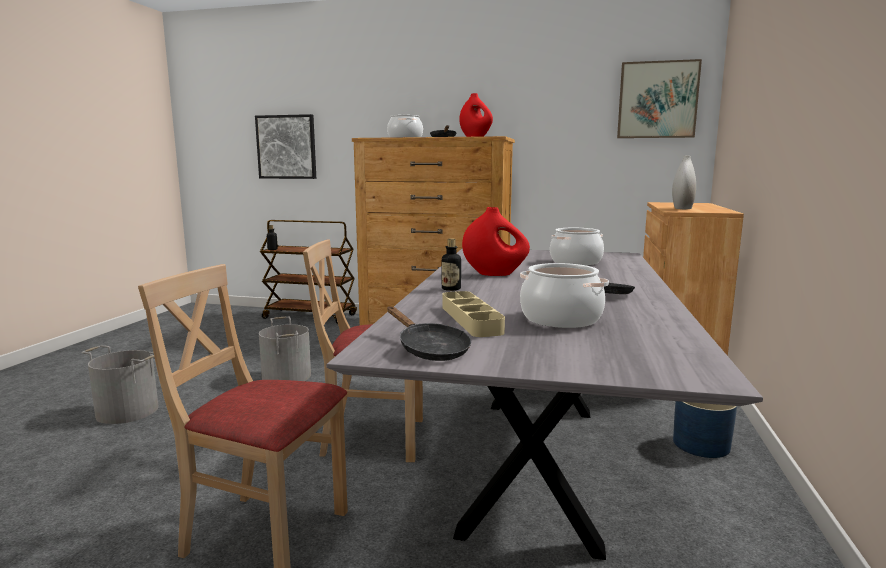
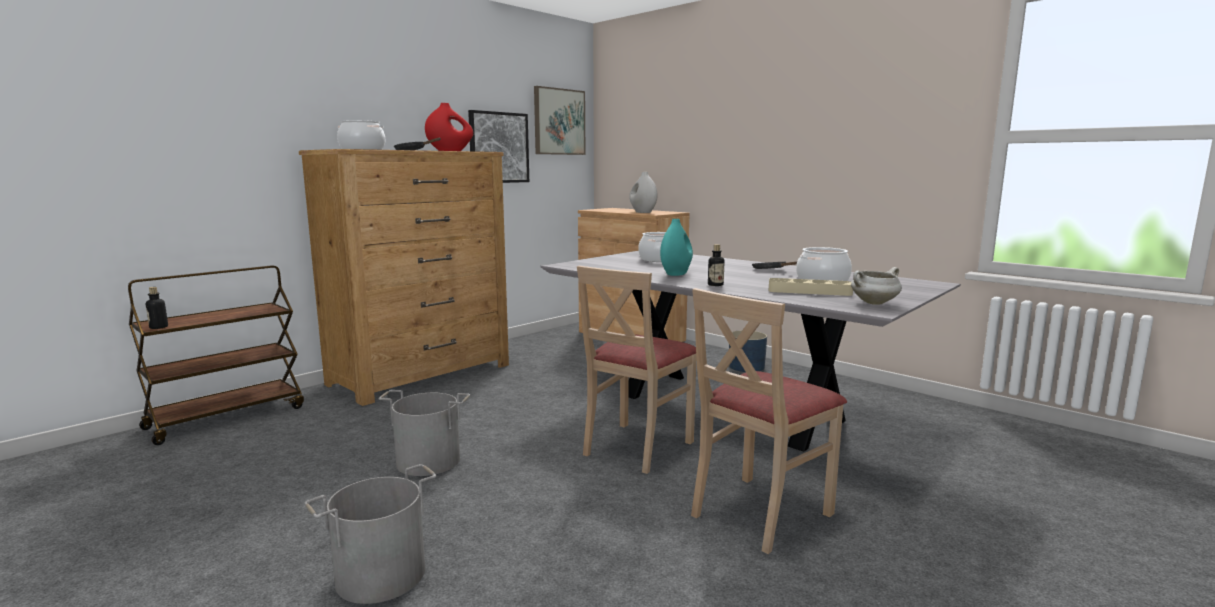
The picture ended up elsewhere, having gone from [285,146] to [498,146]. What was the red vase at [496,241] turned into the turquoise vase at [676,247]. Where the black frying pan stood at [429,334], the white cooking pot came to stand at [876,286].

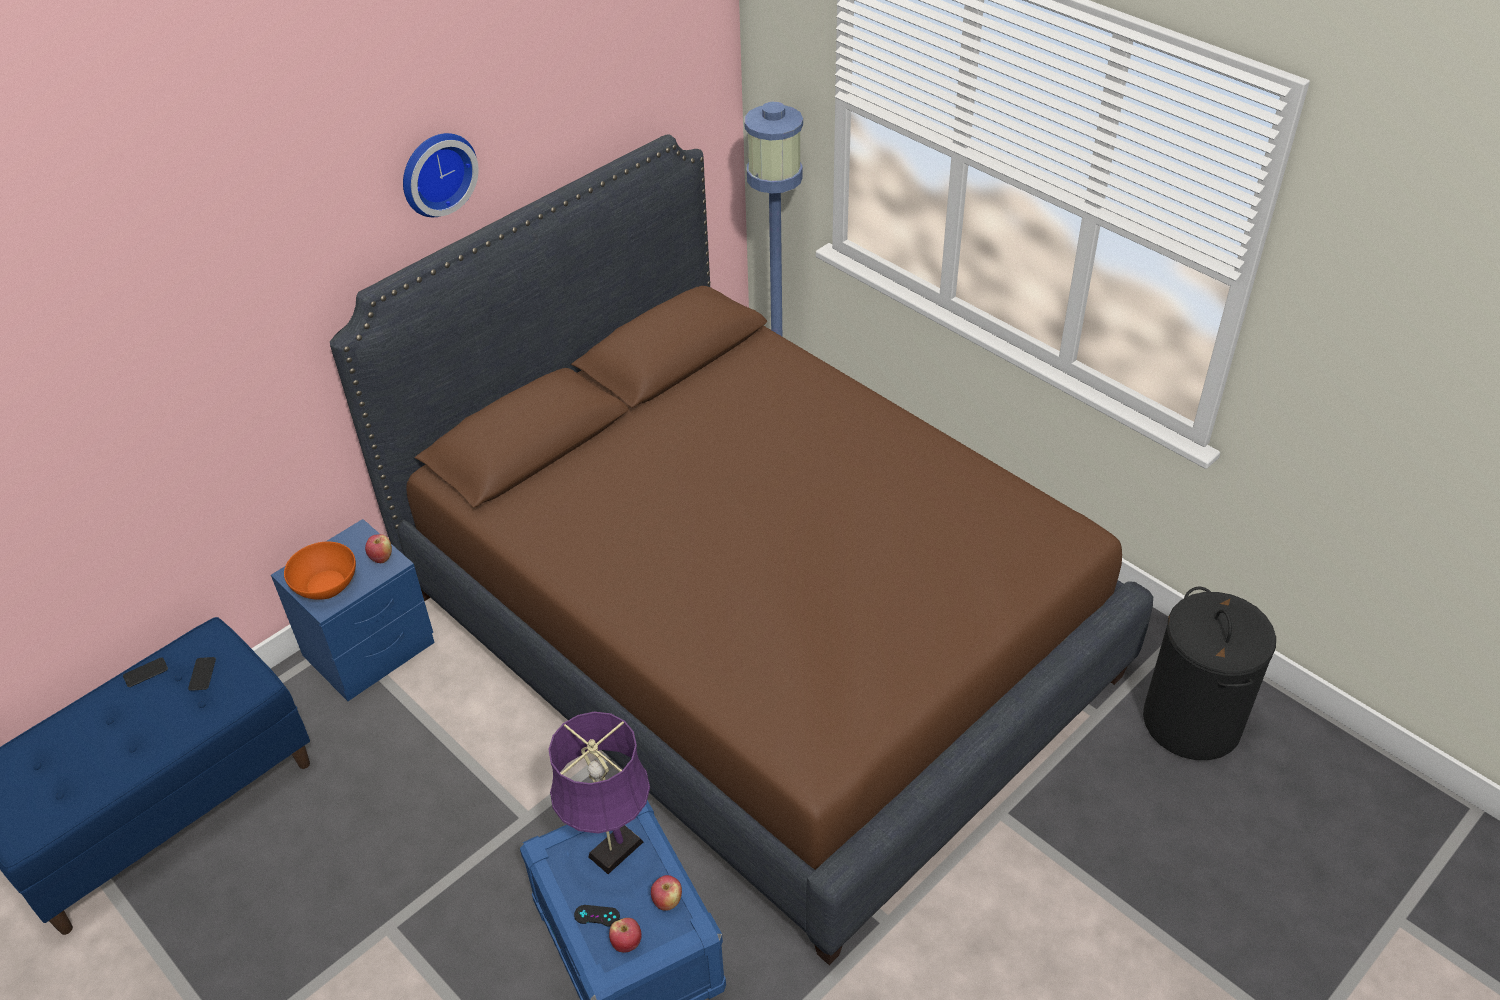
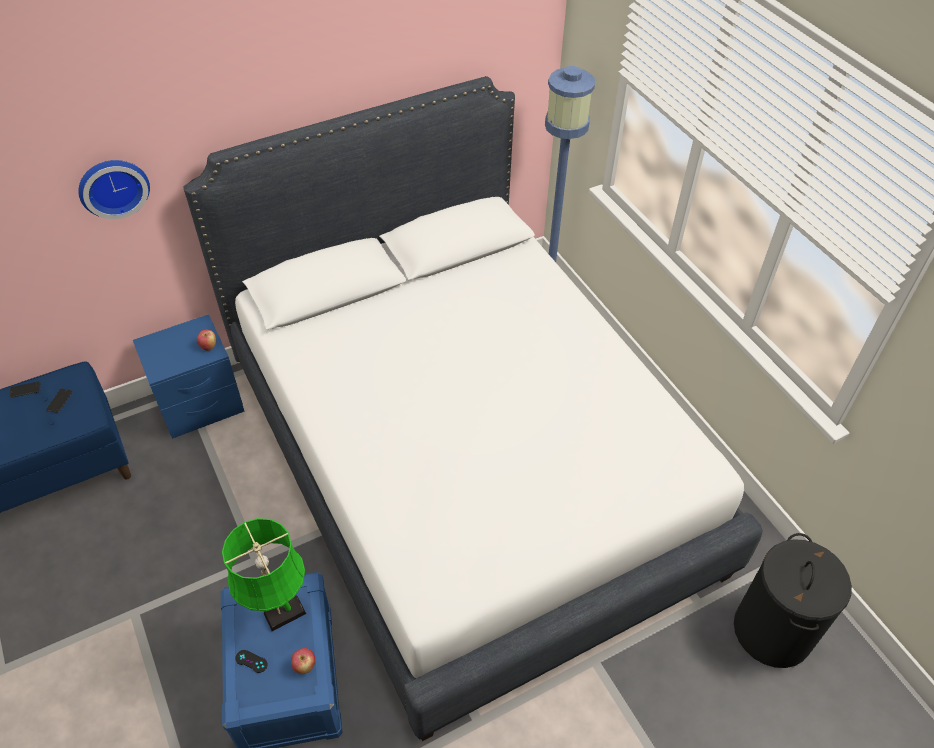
The wall clock ended up elsewhere, having gone from [441,175] to [114,189]. What was the brown bed at [741,549] turned into the white bed at [473,408]. The second view lost the orange bowl at [320,571]. What was the purple table lamp at [599,793] turned into the green table lamp at [264,574]. The second view lost the apple at [625,935].

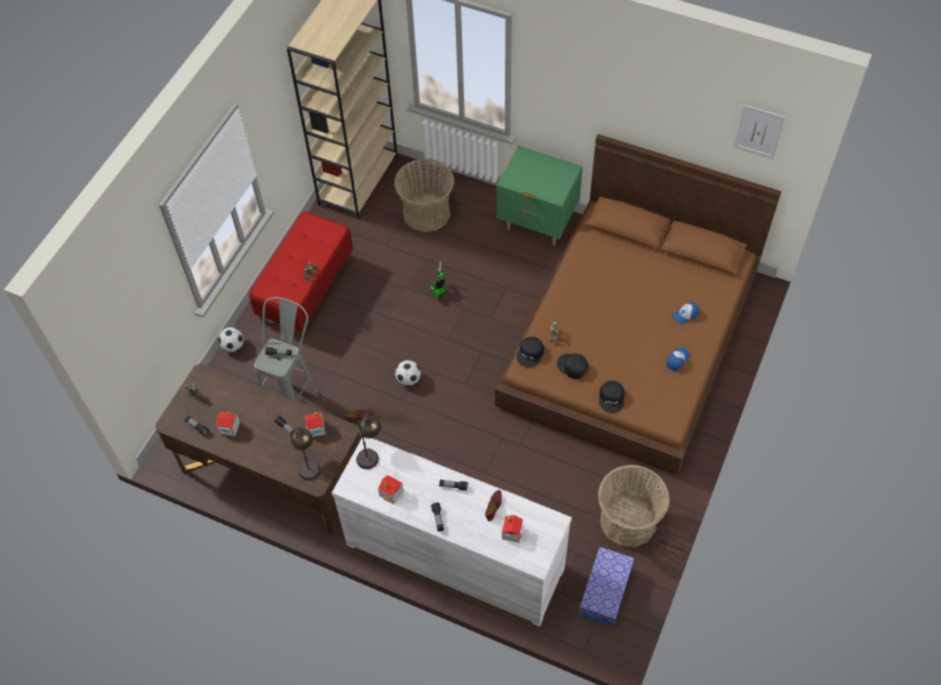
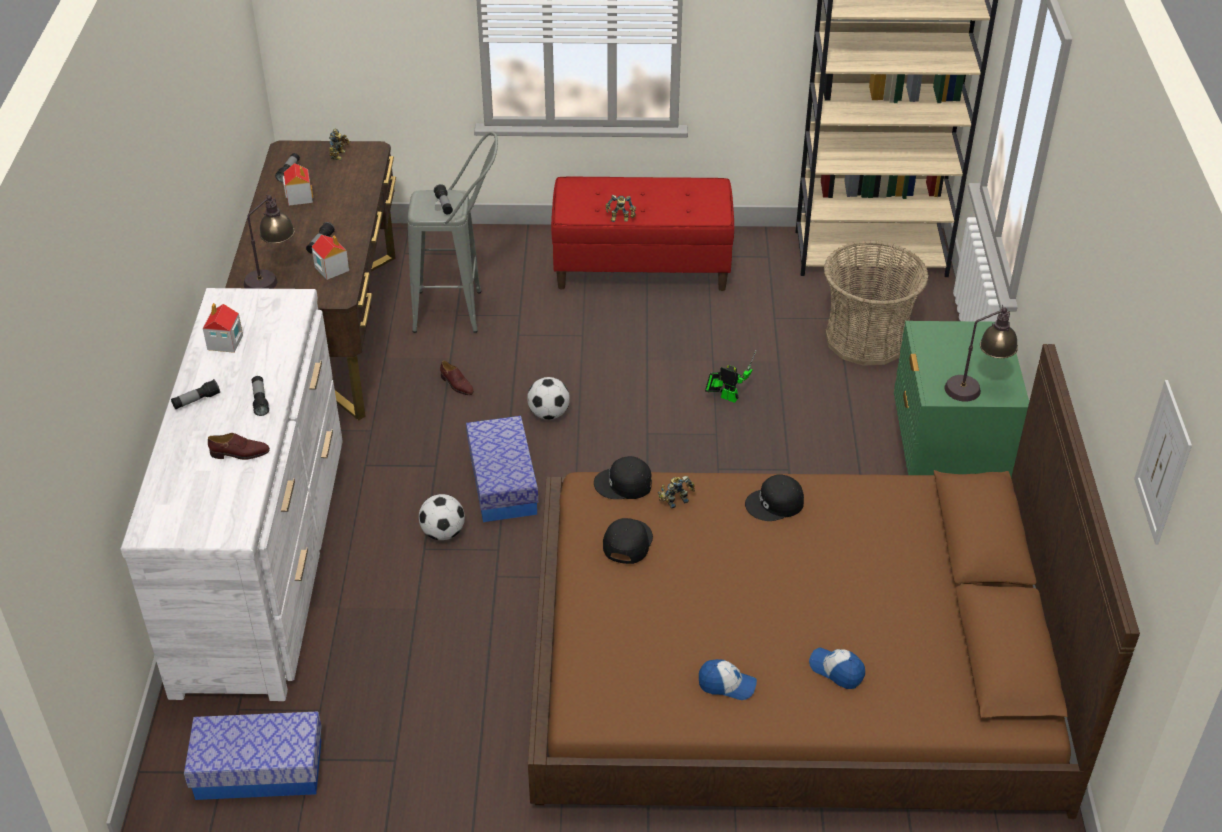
The football ended up elsewhere, having gone from [231,339] to [442,517]. The black cap ended up elsewhere, having gone from [612,397] to [774,497]. The table lamp ended up elsewhere, having gone from [369,440] to [981,353]. The second view lost the basket at [634,506]. The second view lost the toy house at [512,529]. The second view gained the storage box at [502,469].

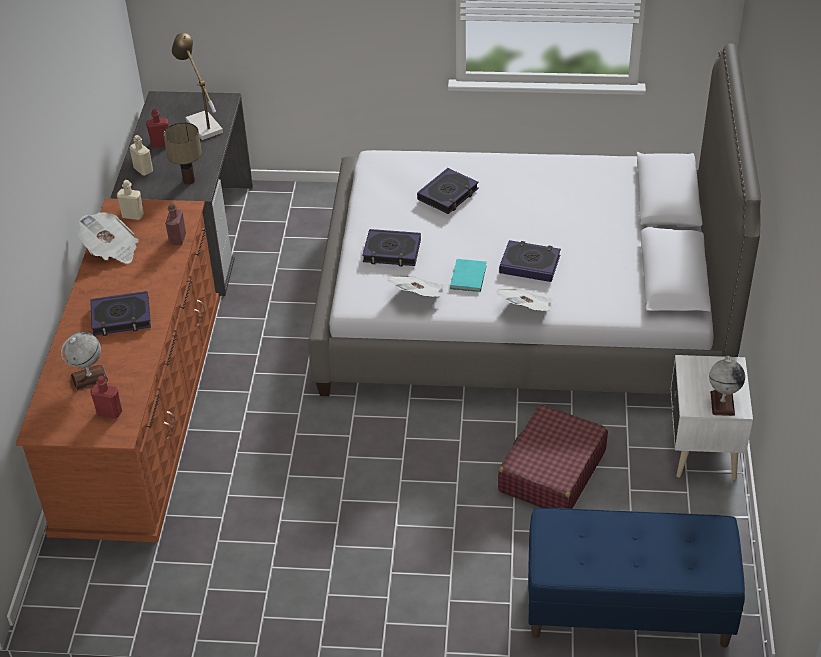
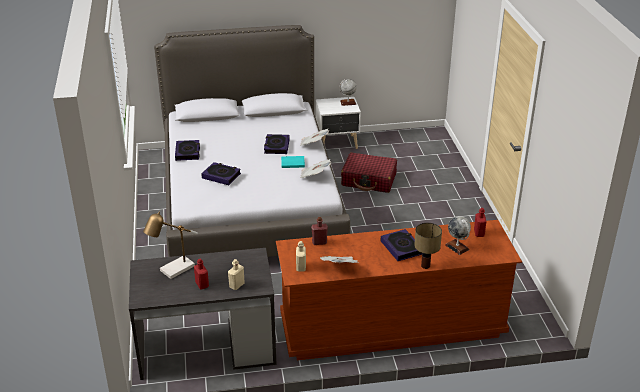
The table lamp ended up elsewhere, having gone from [182,153] to [428,246]. The book ended up elsewhere, having gone from [391,248] to [187,150]. The second view lost the blue bench at [636,578].

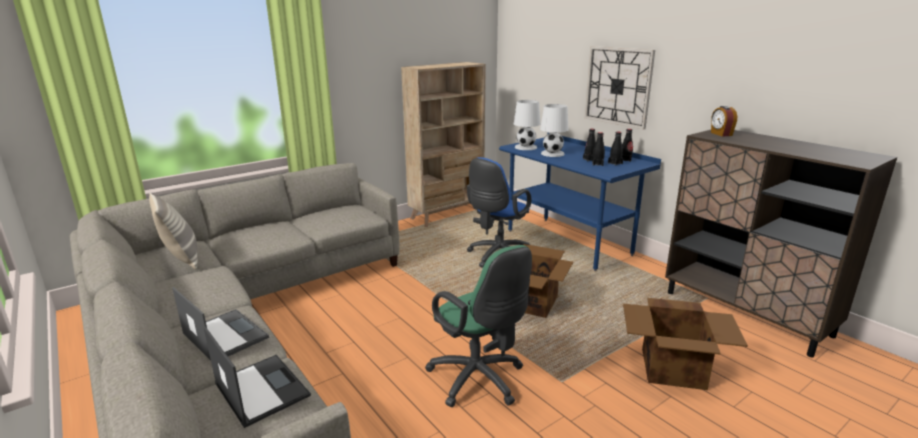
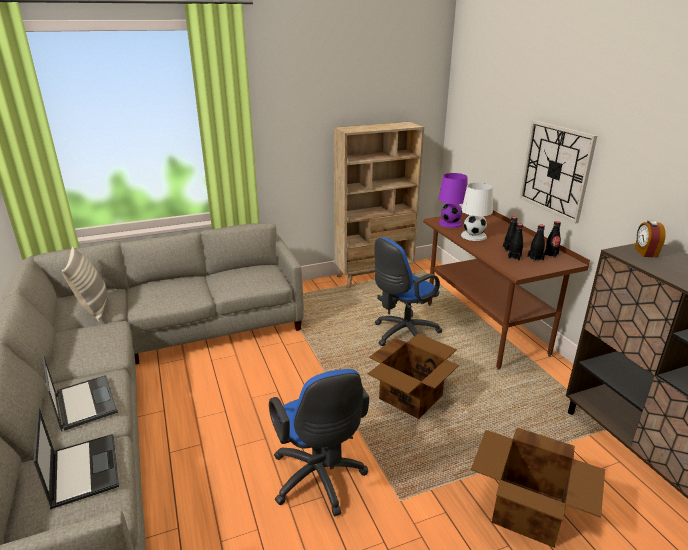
What was the white table lamp at [527,125] turned into the purple table lamp at [453,200]. What was the blue desk at [580,202] turned into the brown desk at [506,290]. What was the green office chair at [478,326] turned into the blue office chair at [319,442].

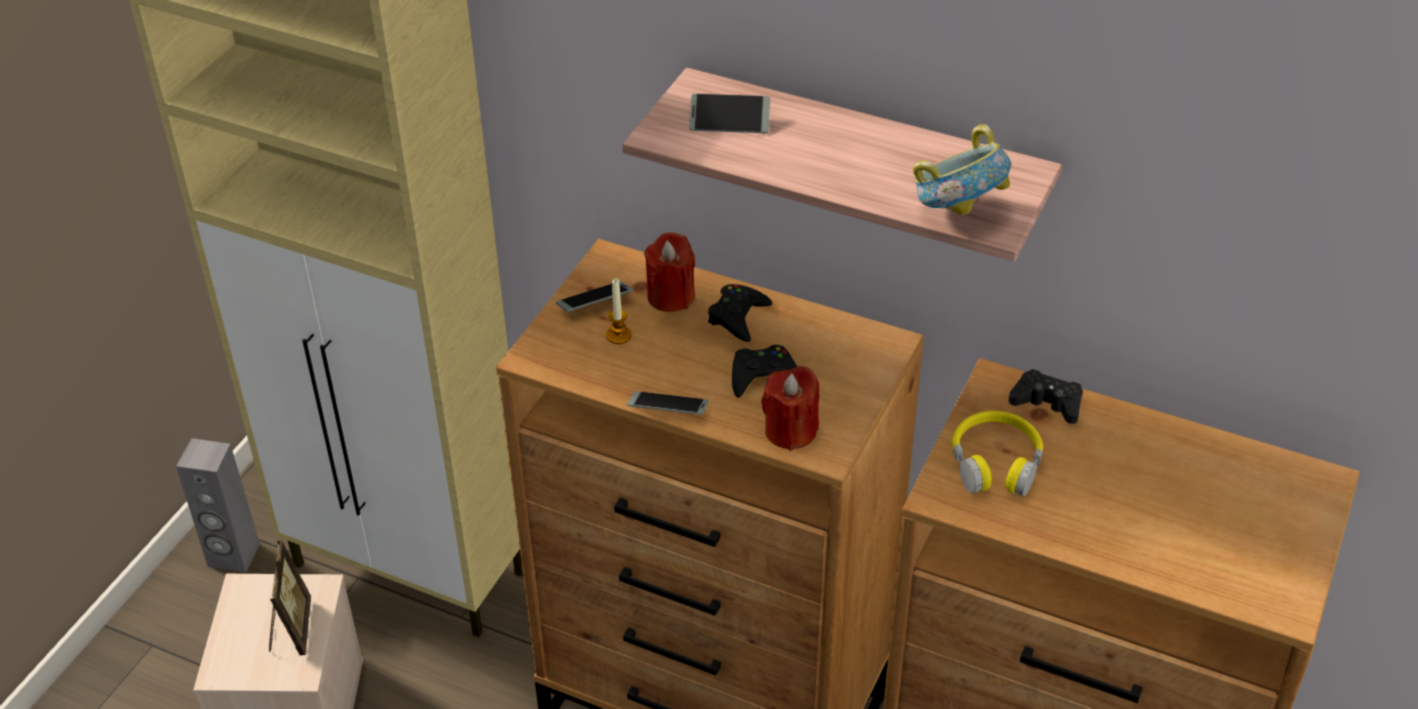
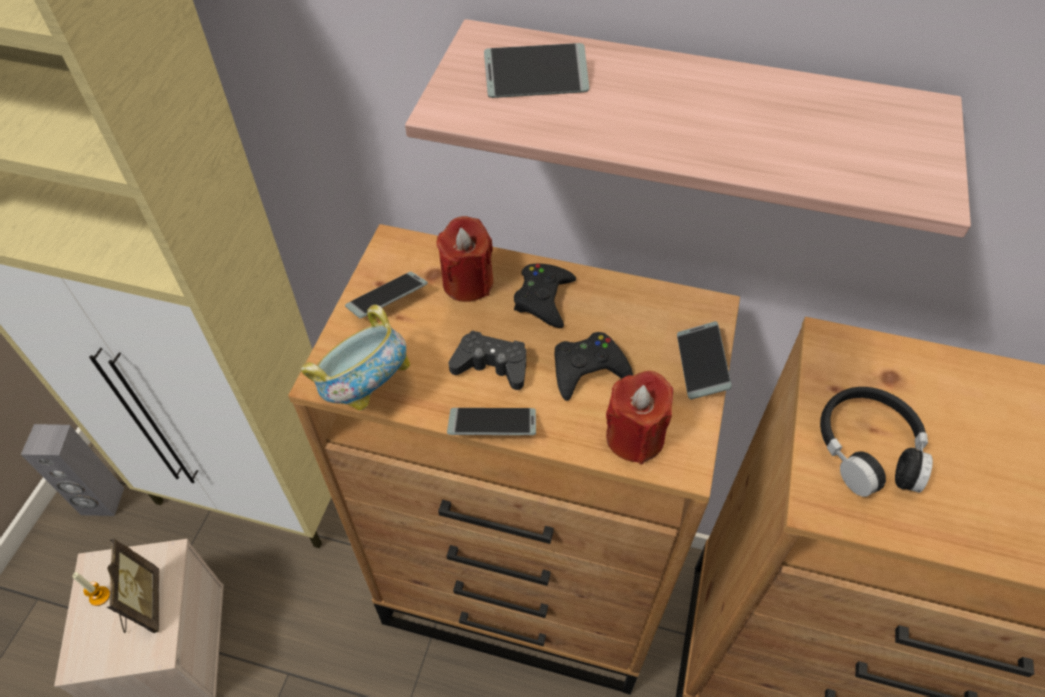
The bowl ended up elsewhere, having gone from [962,169] to [355,358]. The candle ended up elsewhere, having gone from [618,311] to [91,589]. The black game controller ended up elsewhere, having gone from [1045,396] to [487,360]. What was the yellow headphones at [997,453] turned into the black headphones at [876,442]. The second view gained the phone at [704,360].

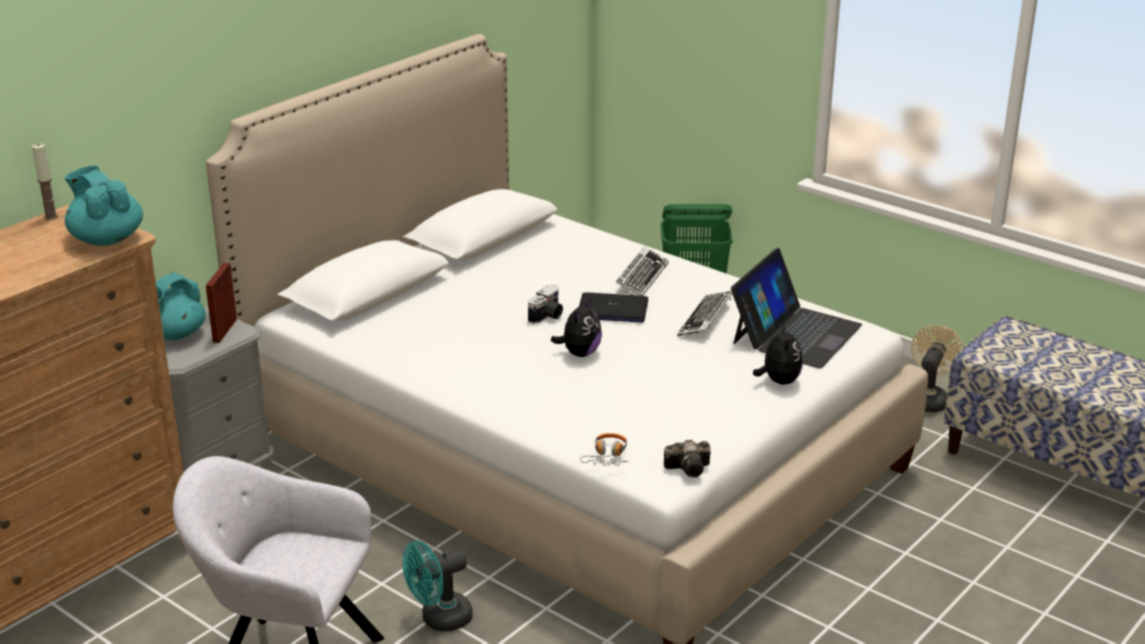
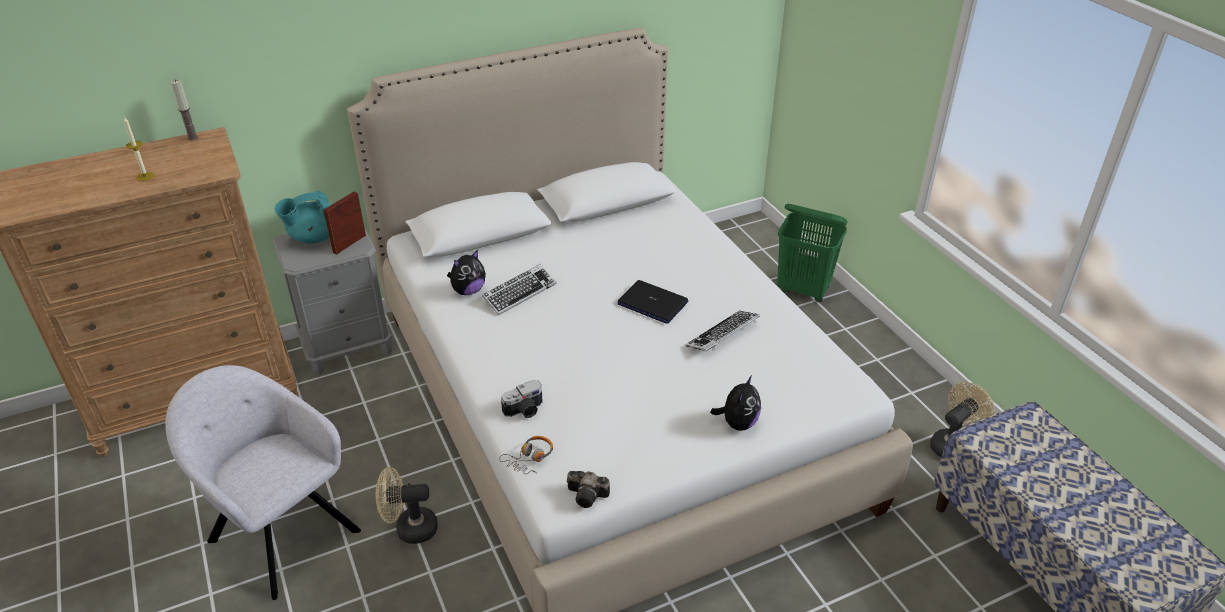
The second view lost the turquoise teapot at [103,206]. The keyboard ended up elsewhere, having gone from [642,271] to [519,290]. The second view lost the laptop at [796,308]. The photo camera ended up elsewhere, having gone from [545,304] to [522,399]. The plush toy ended up elsewhere, having gone from [576,327] to [466,272]. What was the turquoise fan at [438,585] turned into the beige fan at [407,505]. The second view gained the candle at [139,148].

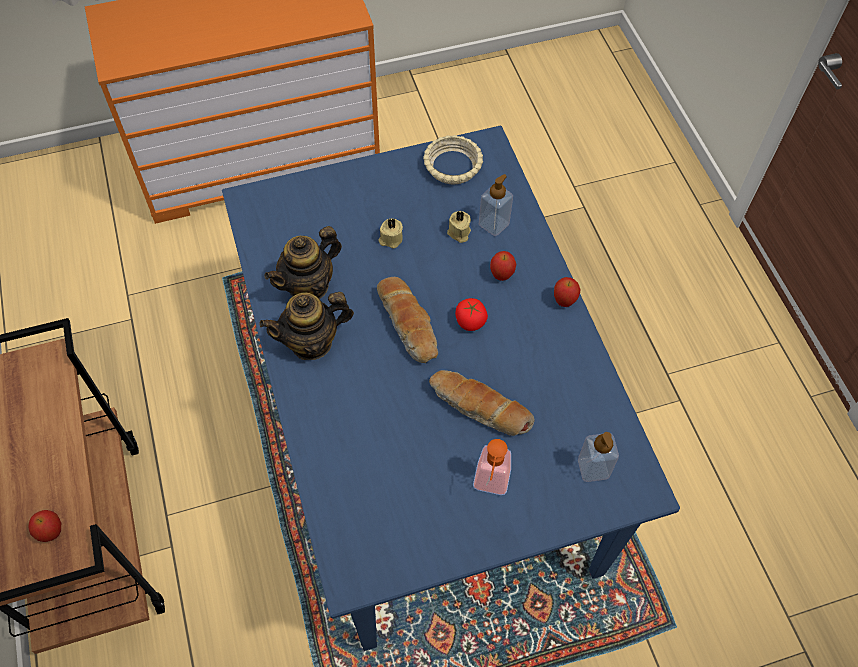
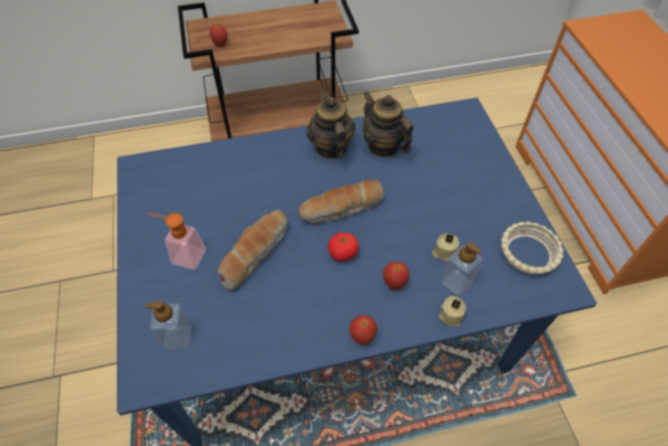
The beige candle ended up elsewhere, having gone from [391,234] to [452,311].

